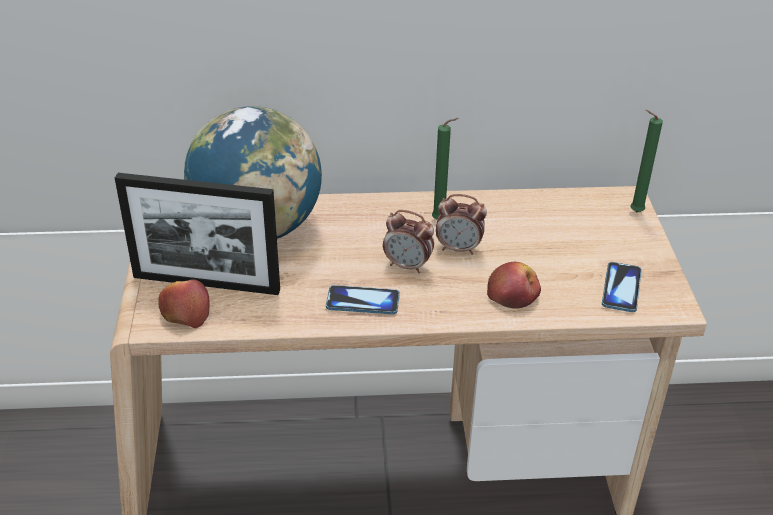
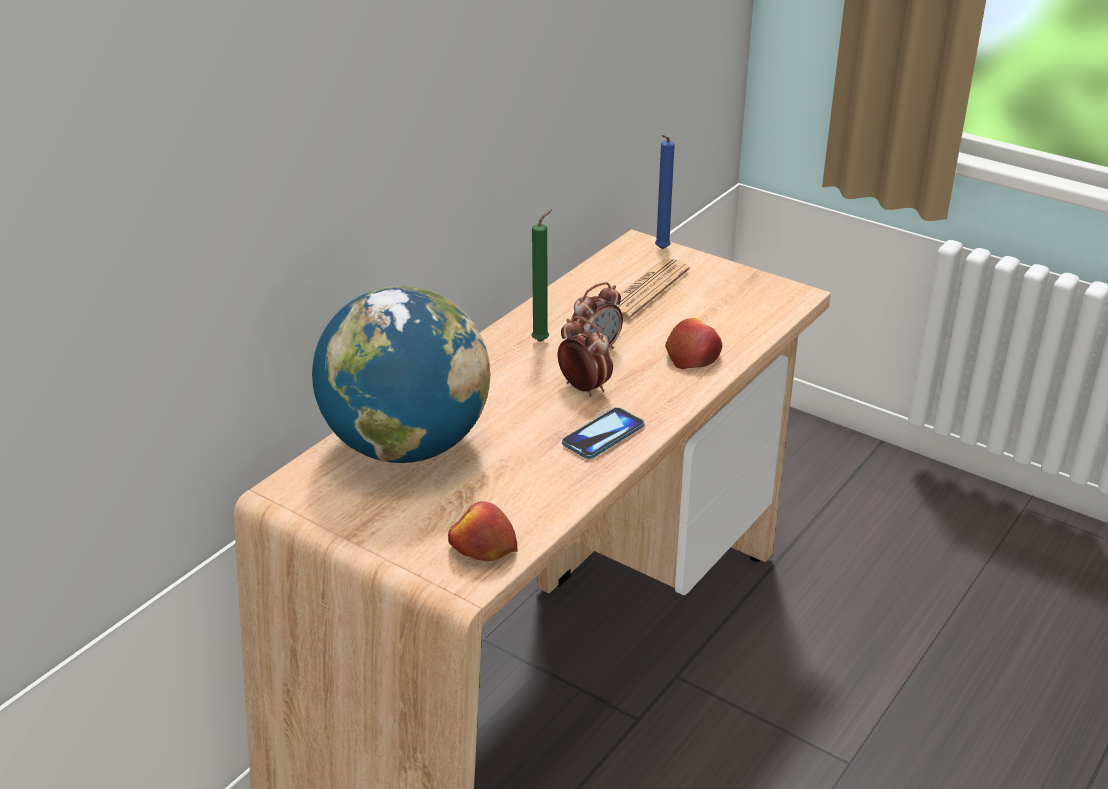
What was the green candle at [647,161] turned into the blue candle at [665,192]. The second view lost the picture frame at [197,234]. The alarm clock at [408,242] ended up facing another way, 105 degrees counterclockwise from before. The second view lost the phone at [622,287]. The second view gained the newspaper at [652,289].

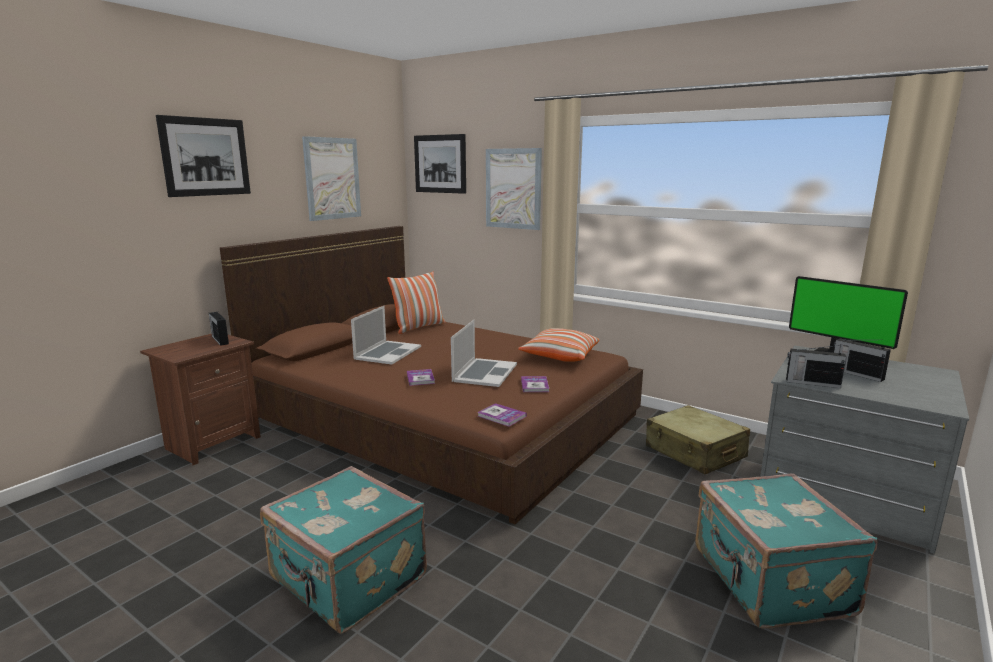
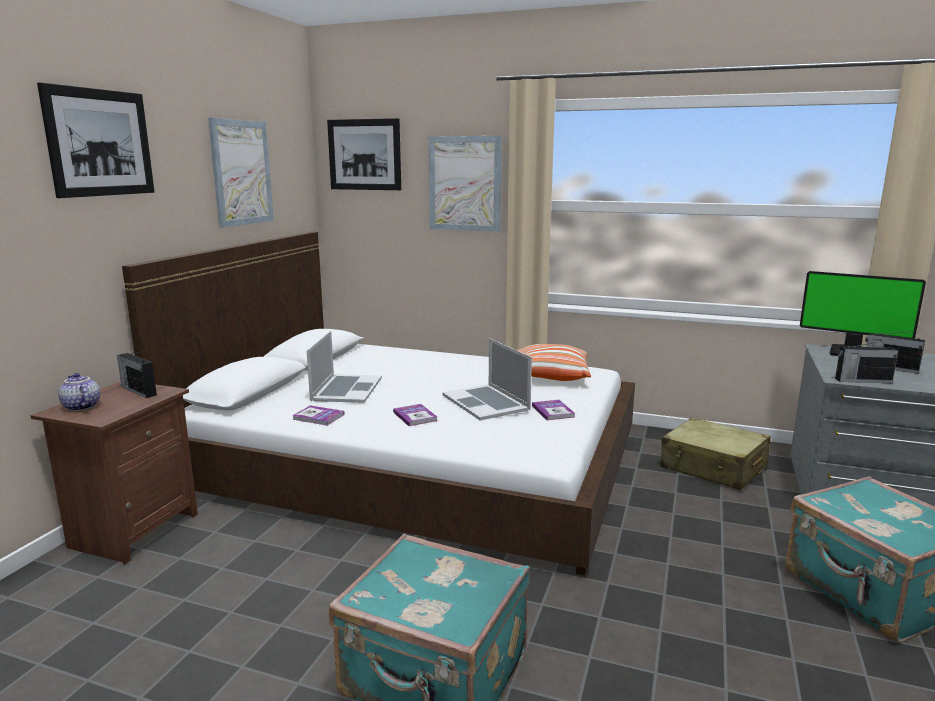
What was the brown bed at [431,375] turned into the white bed at [378,404]. The second view lost the pillow at [416,302]. The laptop at [484,353] ended up facing another way, 150 degrees clockwise from before. The book ended up elsewhere, having gone from [502,415] to [318,415]. The second view gained the teapot at [79,392].

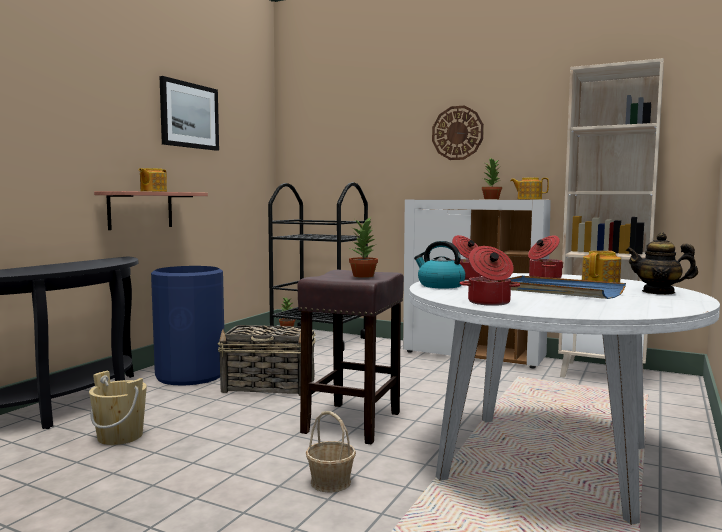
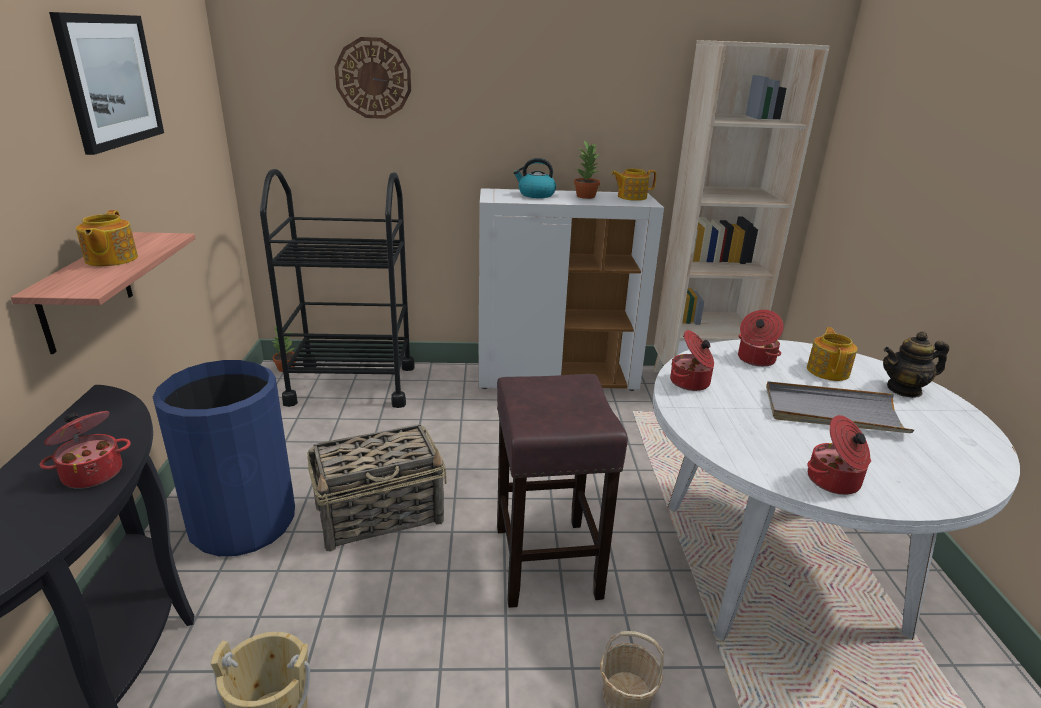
The wall clock ended up elsewhere, having gone from [458,133] to [373,78]. The second view lost the potted plant at [363,247]. The kettle ended up elsewhere, having gone from [440,265] to [534,178]. What was the blue tray at [567,287] turned into the grey tray at [840,407]. The second view gained the cooking pot at [85,450].

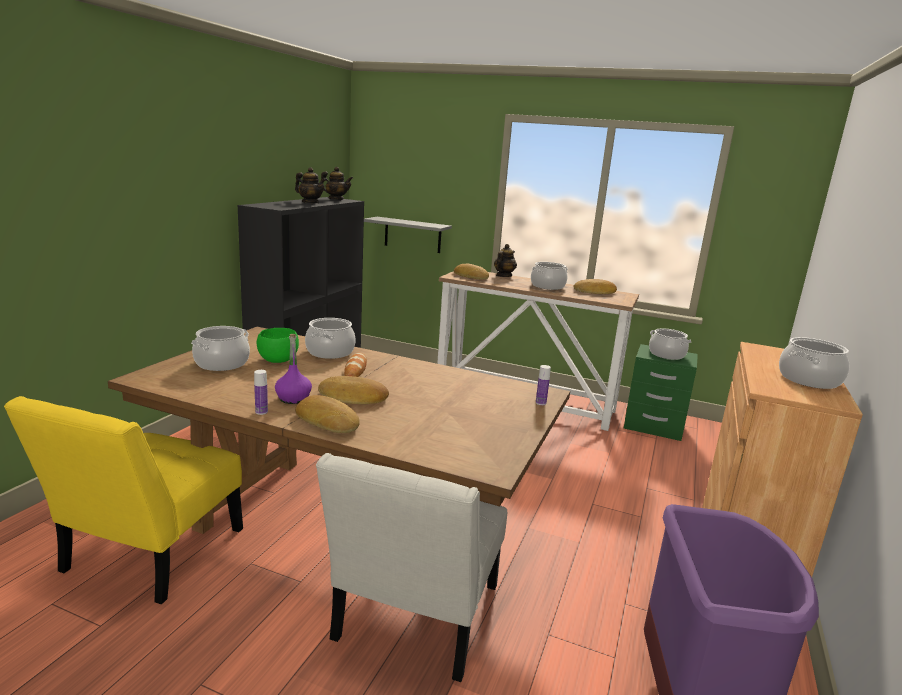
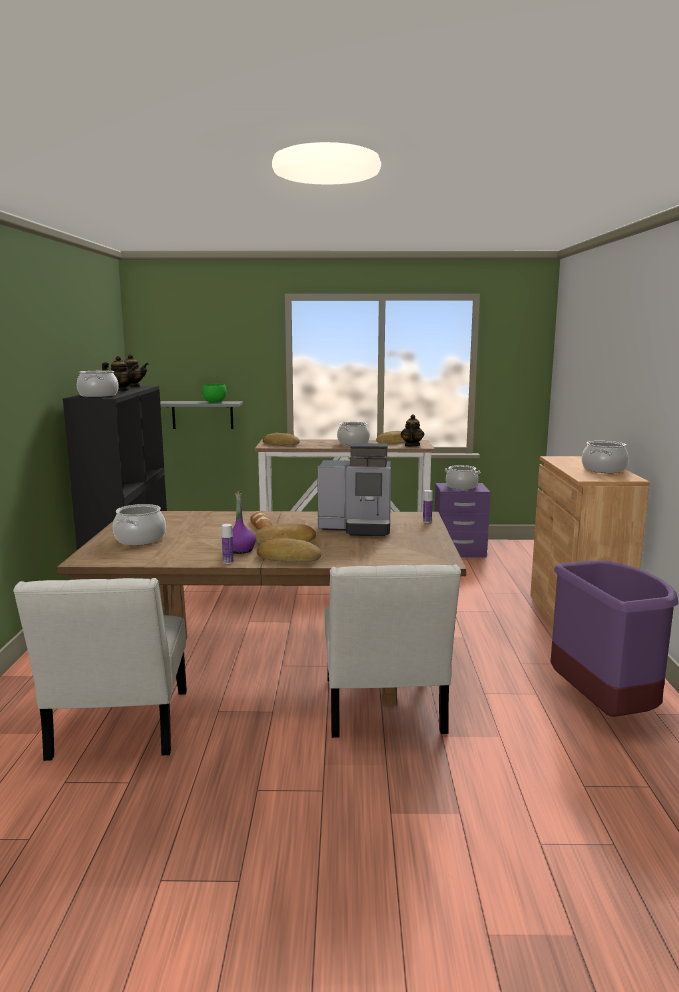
The teapot ended up elsewhere, having gone from [505,260] to [412,430]. The cooking pot ended up elsewhere, having gone from [330,338] to [98,384]. The green bowl ended up elsewhere, having gone from [278,345] to [214,393]. What was the green nightstand at [661,392] turned into the purple nightstand at [462,520]. What was the yellow chair at [123,500] turned into the white chair at [100,669]. The second view gained the coffee machine at [354,490].

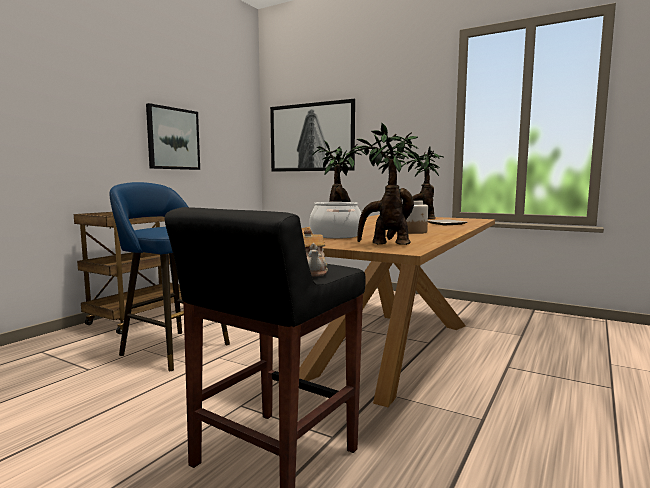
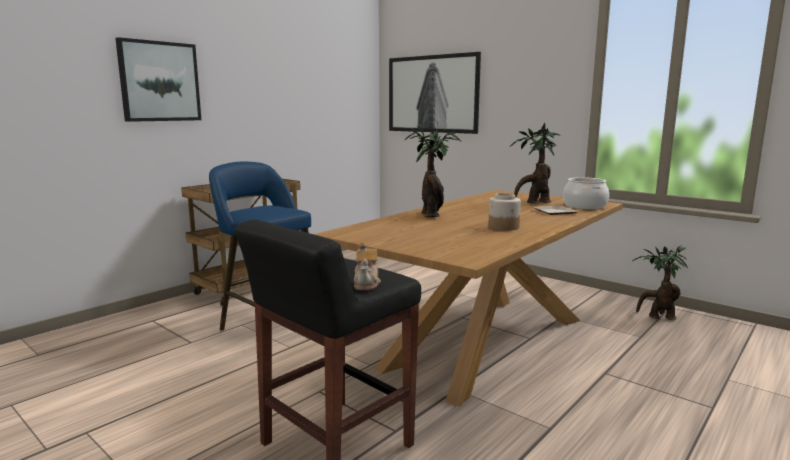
The picture ended up elsewhere, having gone from [173,136] to [158,79]. The potted plant ended up elsewhere, having gone from [382,184] to [660,282]. The cooking pot ended up elsewhere, having gone from [335,220] to [586,193].

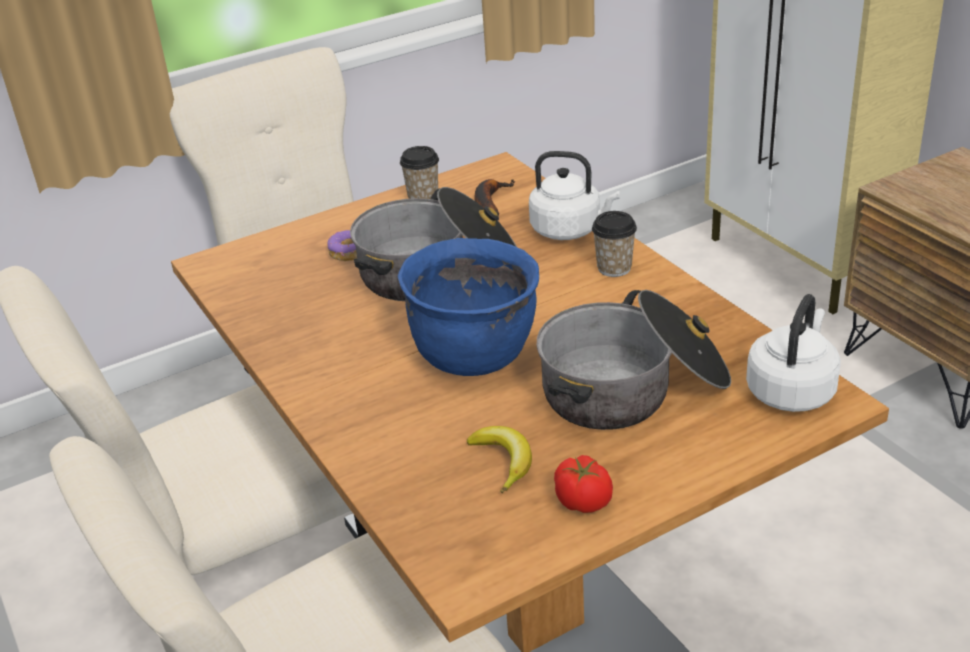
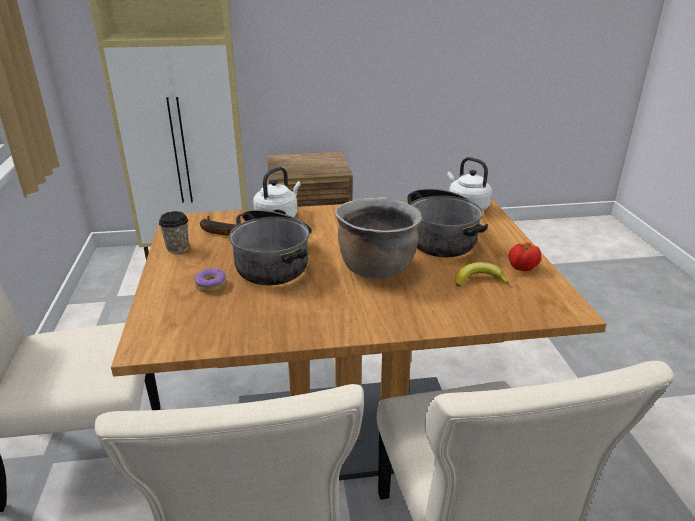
The second view lost the cup at [614,244]. What was the blue cooking pot at [468,307] turned into the brown cooking pot at [378,238].

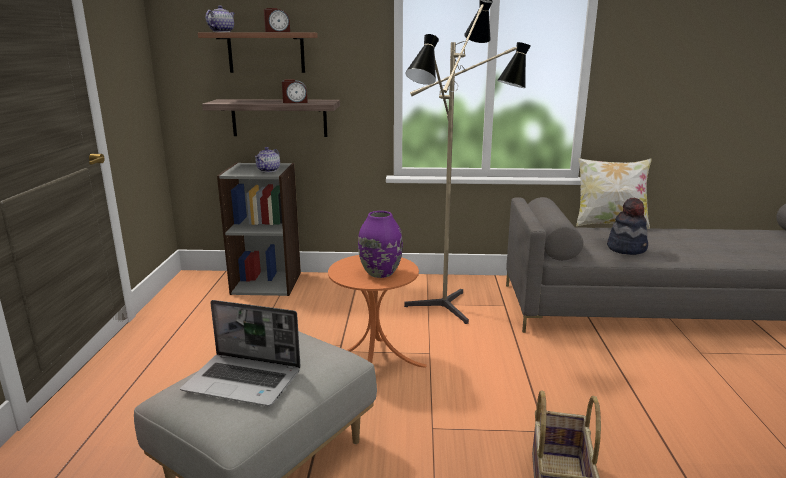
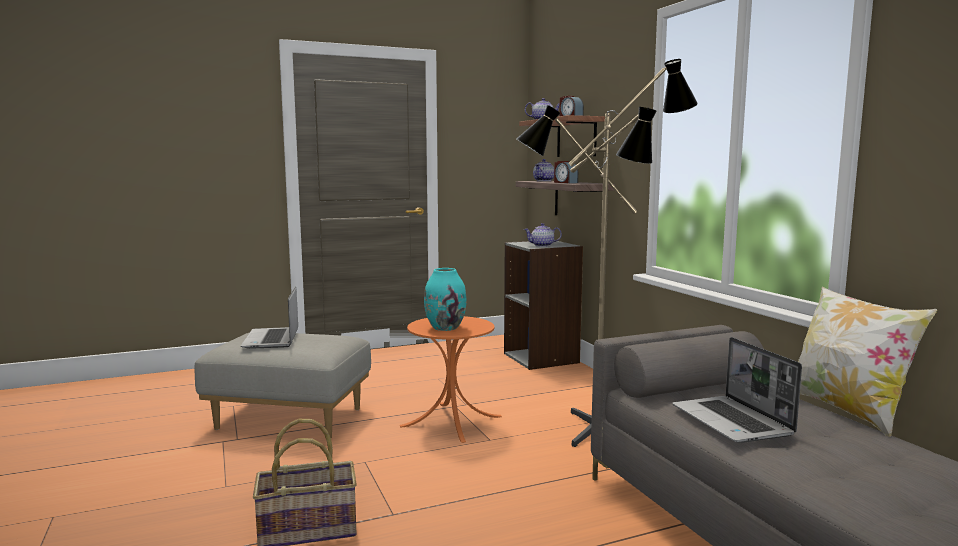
Where the hat stood at [627,226], the laptop came to stand at [737,390]. What was the purple vase at [380,244] turned into the turquoise vase at [445,299]. The second view gained the teapot at [543,170].

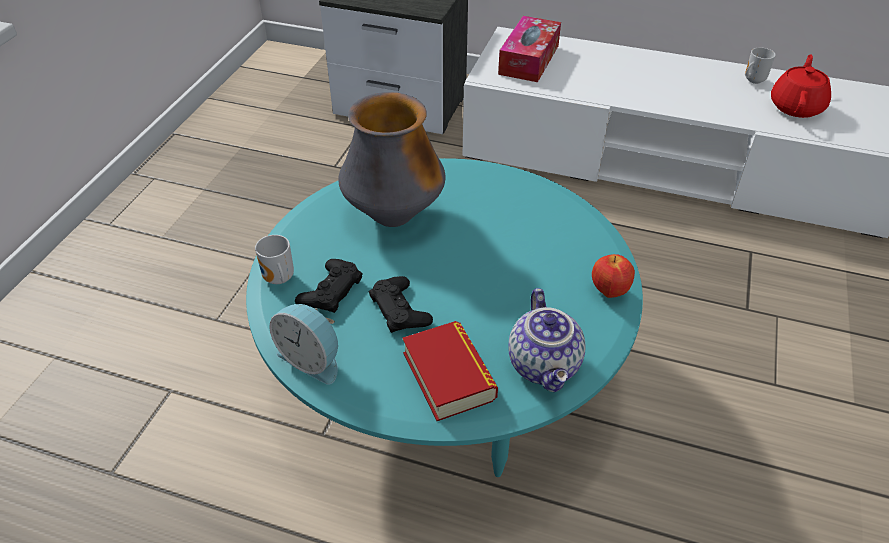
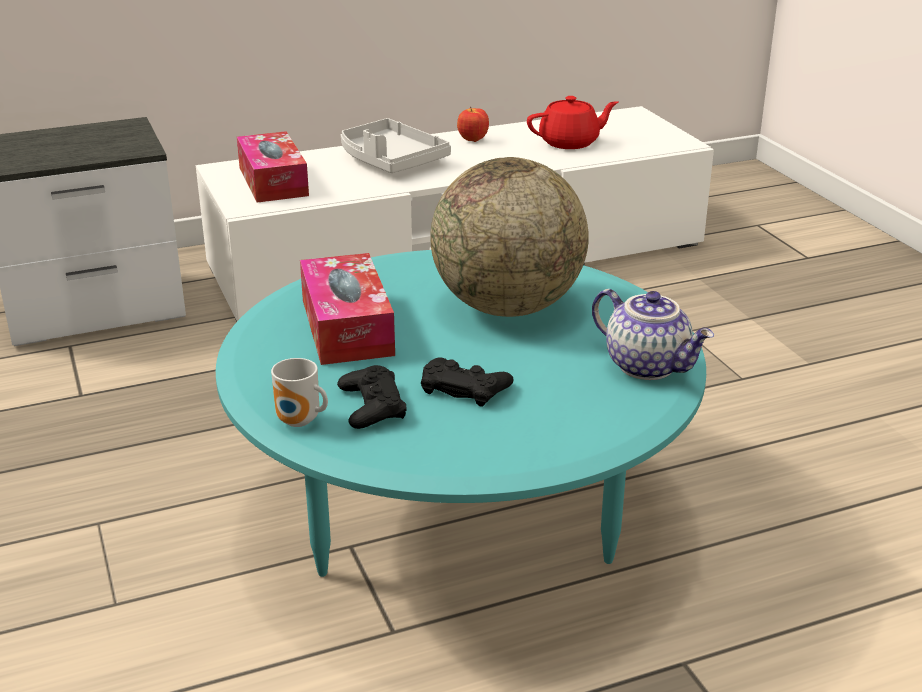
The second view lost the mug at [760,65]. The red teapot at [801,86] ended up facing another way, 90 degrees clockwise from before. Where the vase stood at [391,159], the tissue box came to stand at [347,309]. The apple ended up elsewhere, having gone from [613,276] to [473,124]. The second view lost the alarm clock at [303,344]. The second view lost the book at [450,371]. The second view gained the grey tray at [396,145]. The second view gained the globe at [509,237].

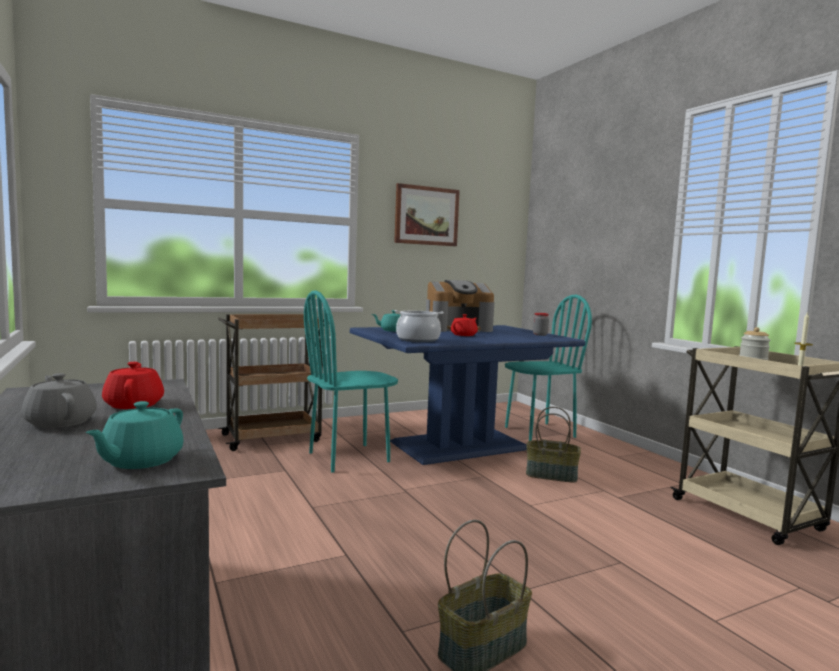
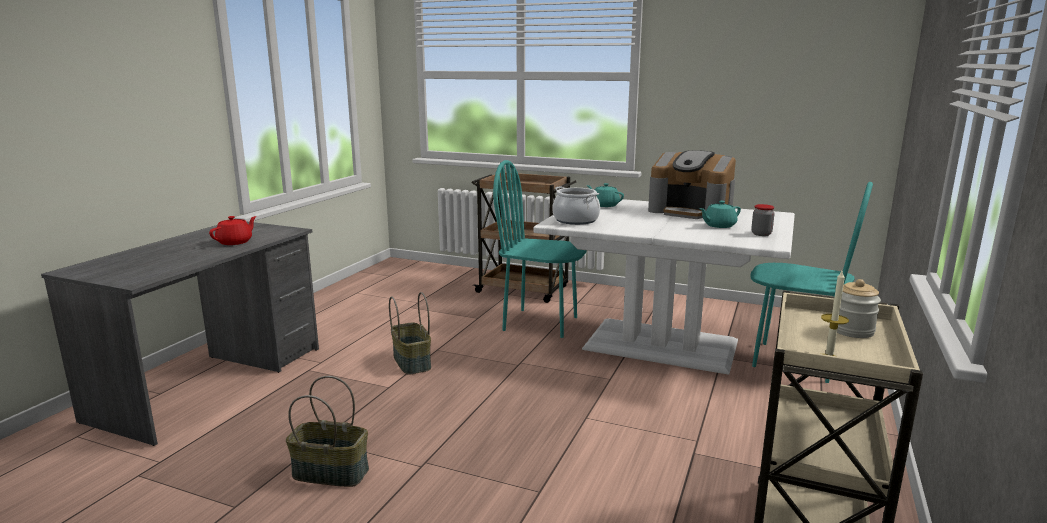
The second view lost the picture at [427,214]. The second view lost the red teapot at [464,325]. What was the blue dining table at [467,395] turned into the white dining table at [664,287]. The second view lost the grey teapot at [59,400]. The turquoise teapot ended up elsewhere, having gone from [134,435] to [720,214]. The basket ended up elsewhere, having gone from [553,444] to [410,333].

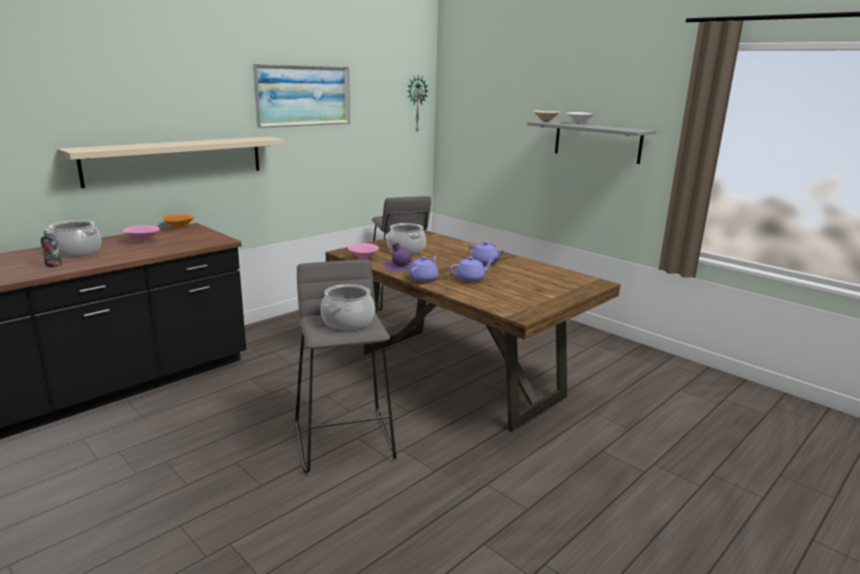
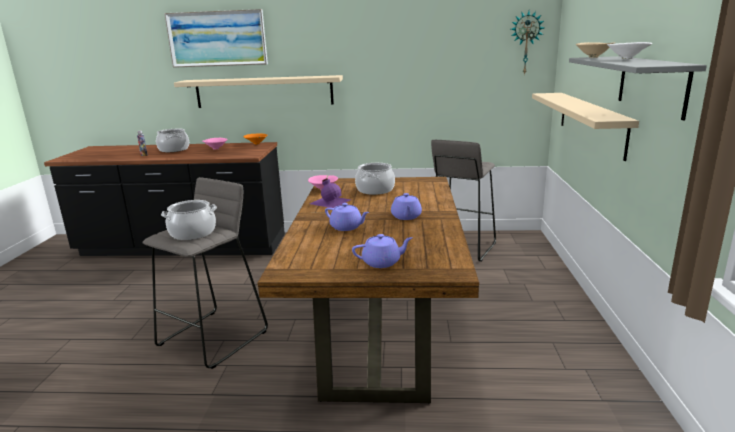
The picture ended up elsewhere, having gone from [301,96] to [216,38]. The purple teapot ended up elsewhere, having gone from [423,269] to [382,251]. The second view gained the beige shelf at [585,127].

